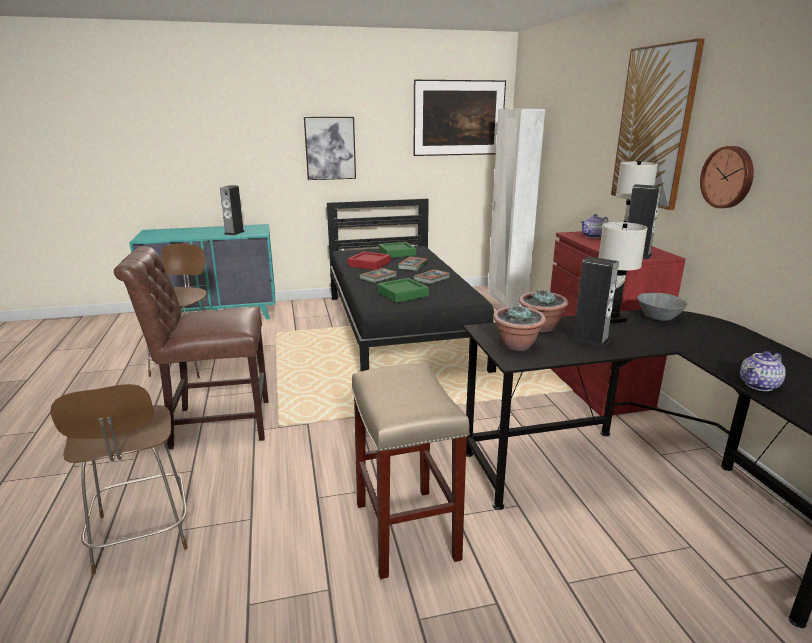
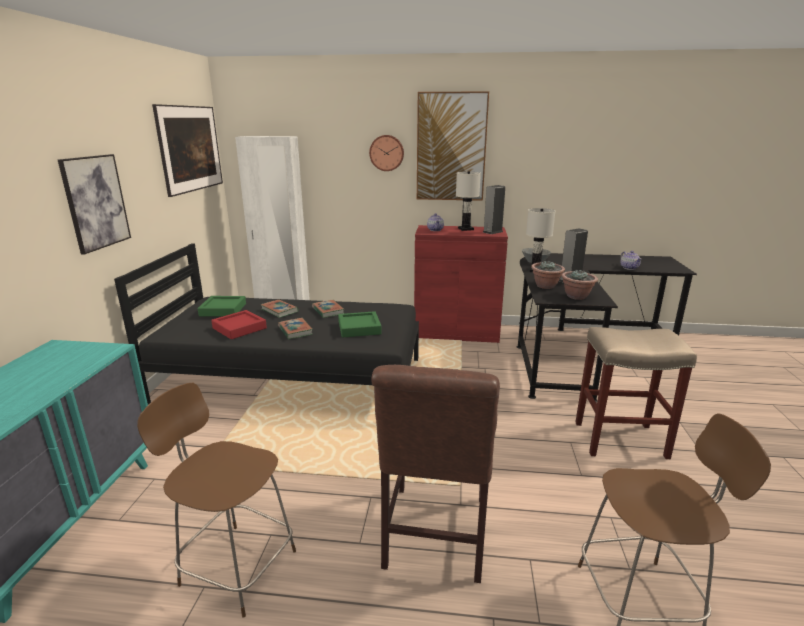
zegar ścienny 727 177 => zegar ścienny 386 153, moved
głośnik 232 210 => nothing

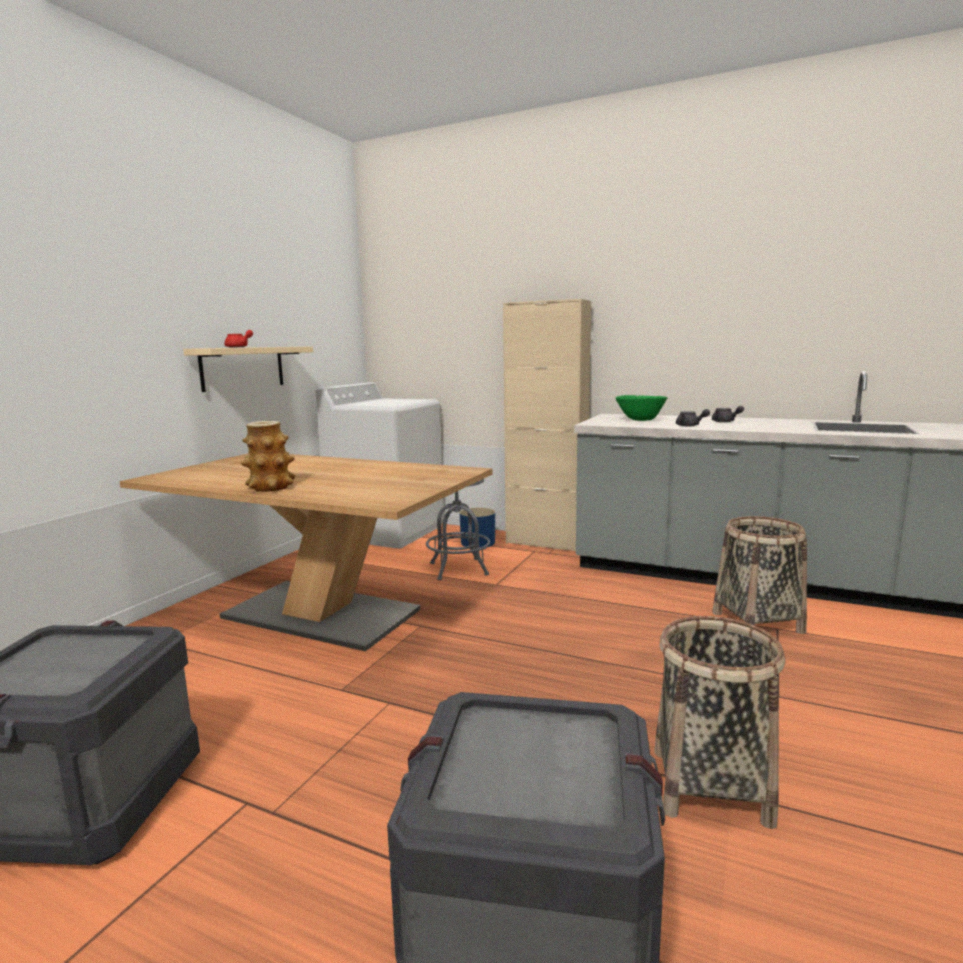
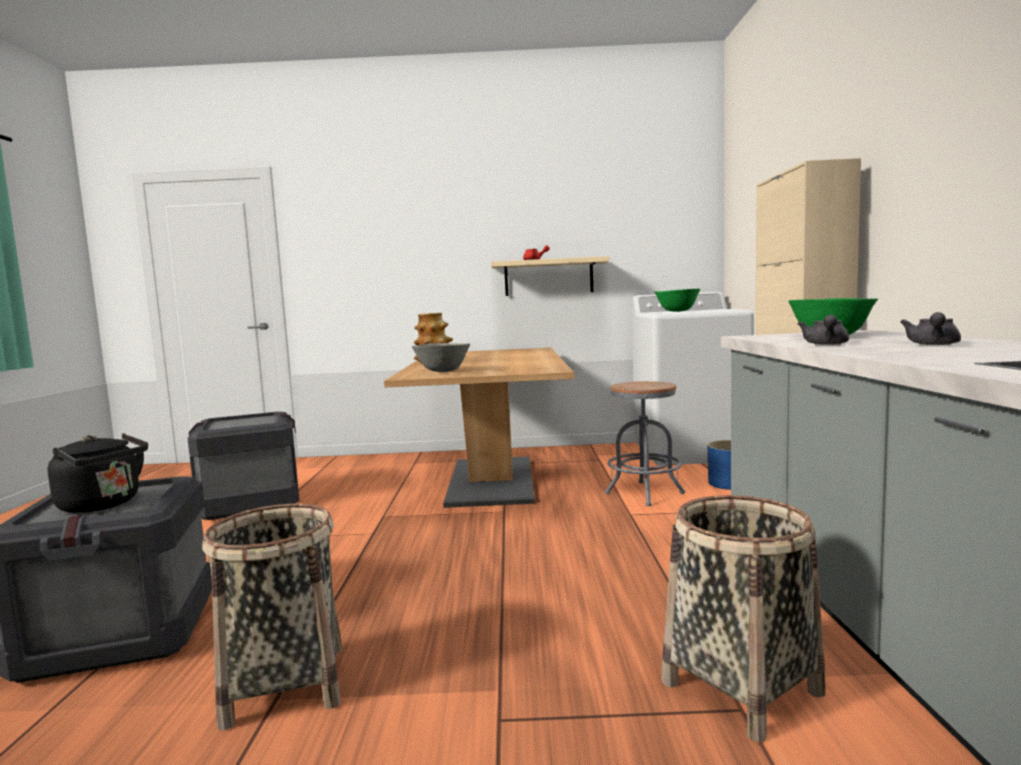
nothing => miska [zielony] 677 300
nothing => miska [szary] 441 357
nothing => czajnik [czarny] 97 473

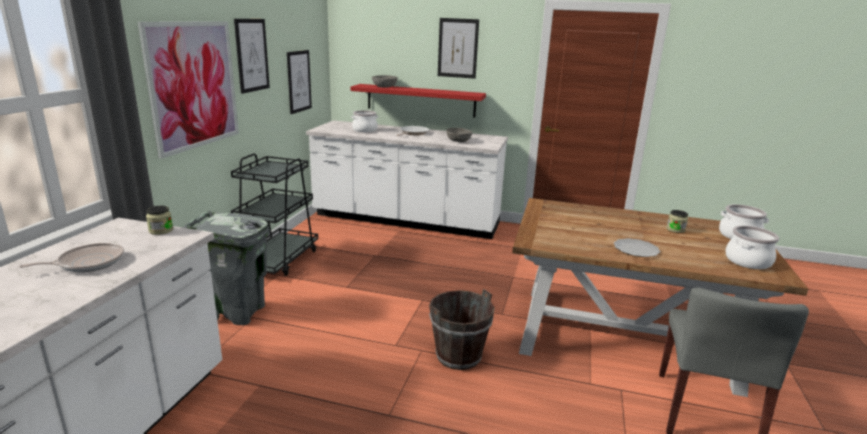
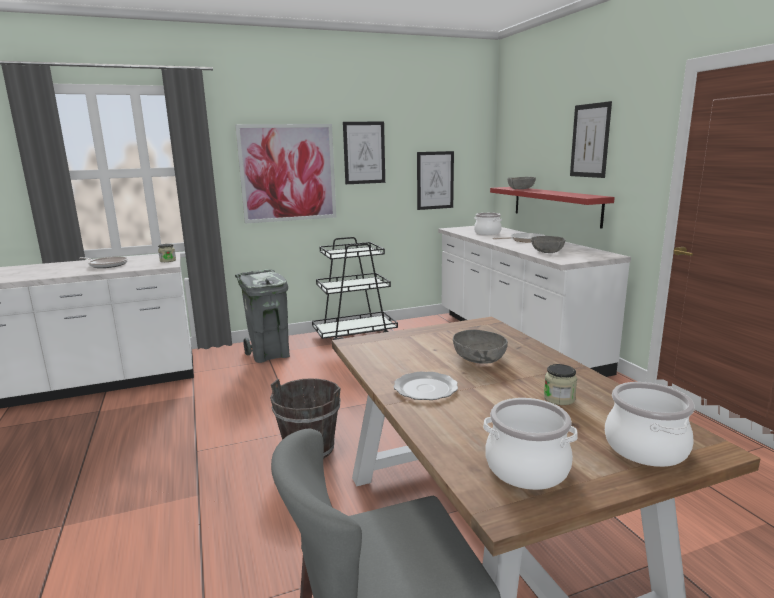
nothing => miska [szary] 480 347

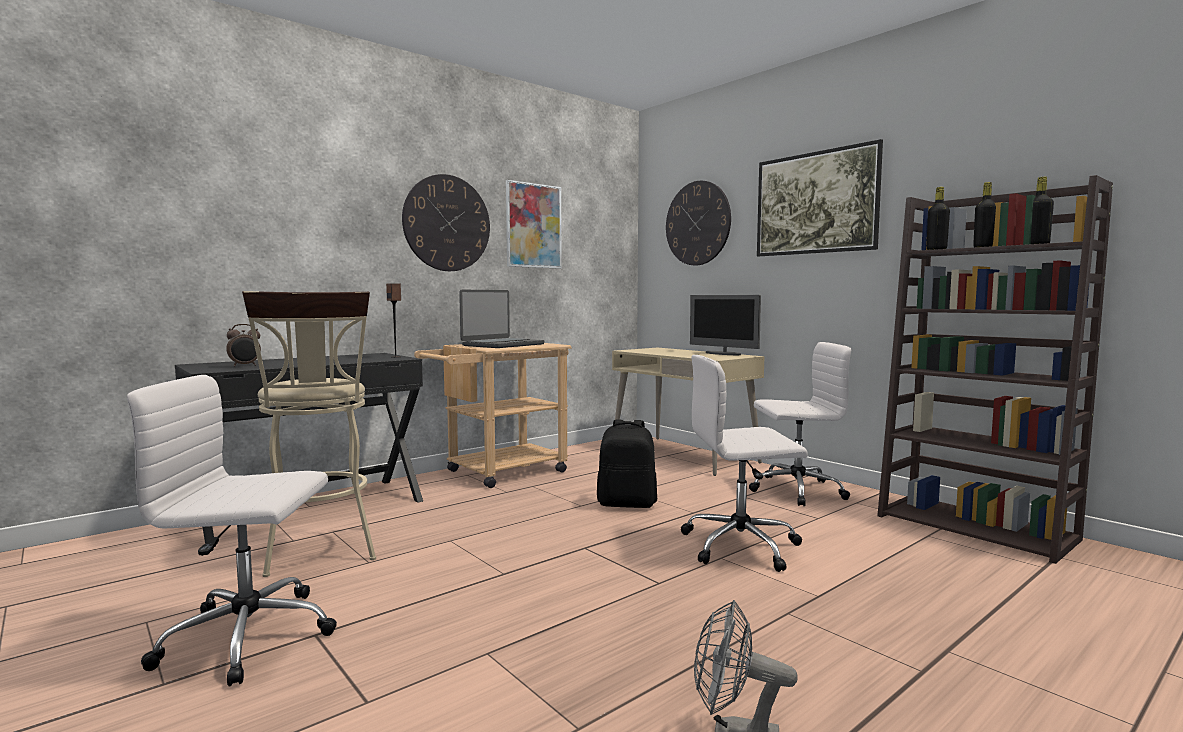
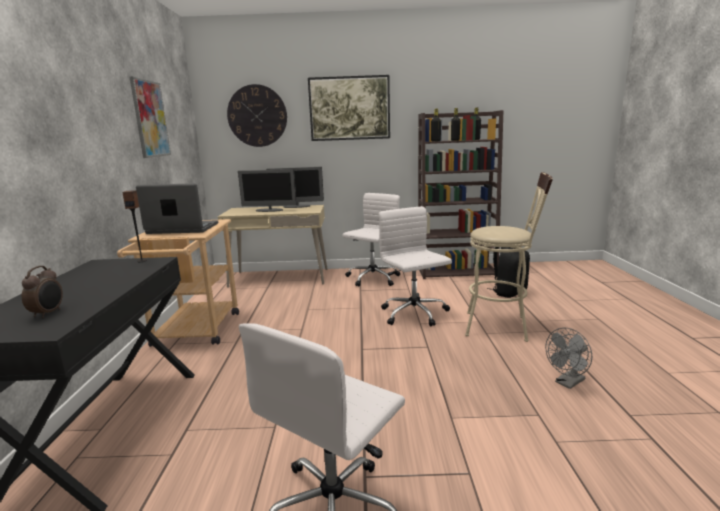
zegar ścienny 446 222 => nothing
laptop 501 319 => laptop 177 208, 75 degrees counterclockwise
stołek [beżowy] 309 434 => stołek [beżowy] 509 257, moved
krzesło biurowe [biały] 744 463 => krzesło biurowe [biały] 415 266, 120 degrees clockwise
plecak [czarny] 627 464 => plecak [czarny] 508 272, moved
nothing => monitor 267 190

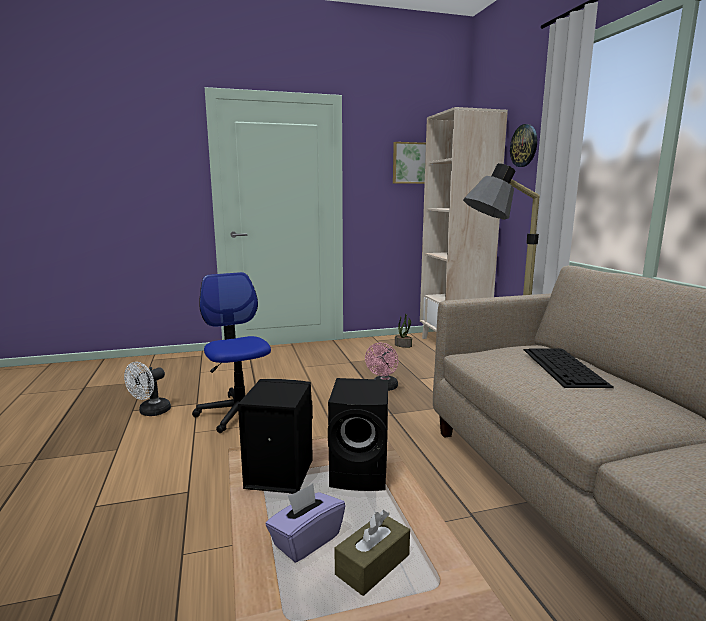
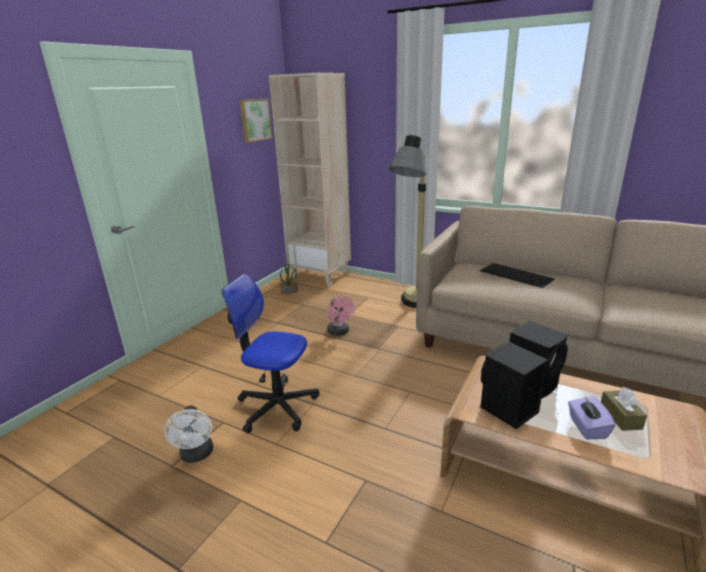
zegar ścienny 523 145 => nothing

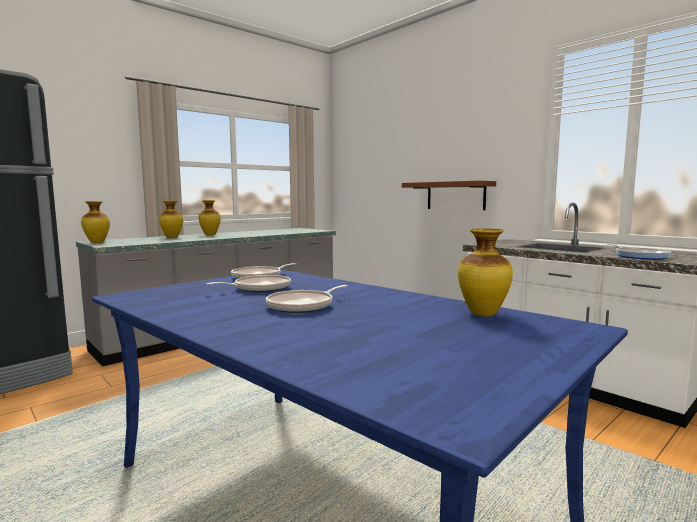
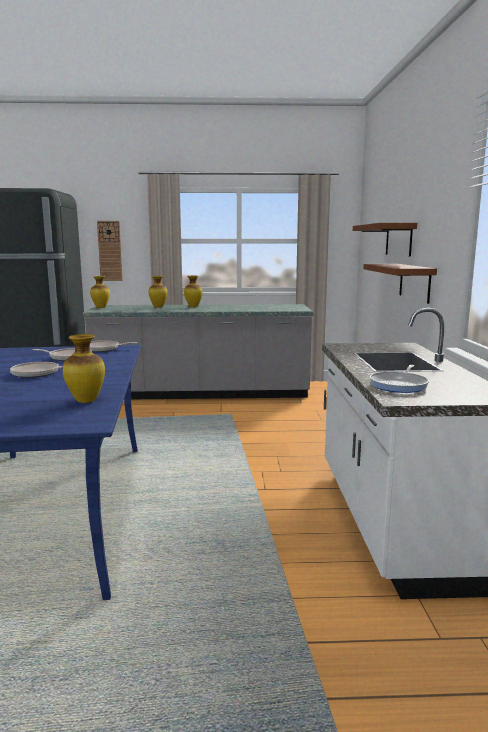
nothing => zegar ścienny 110 251
nothing => półka [brązowy] 385 240

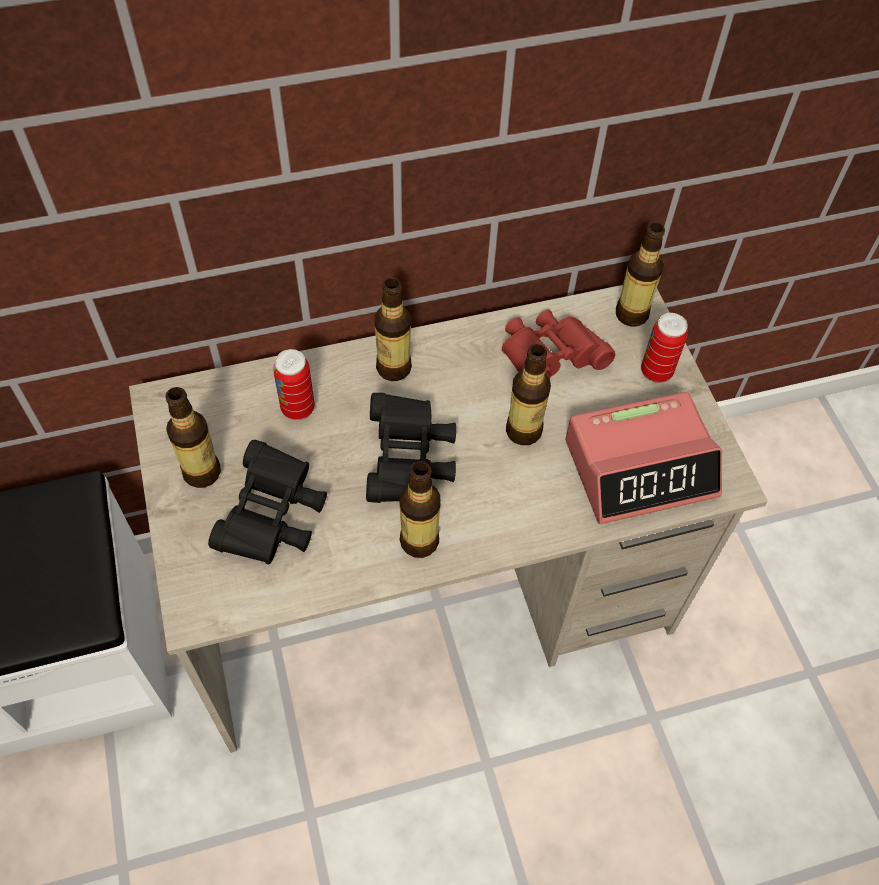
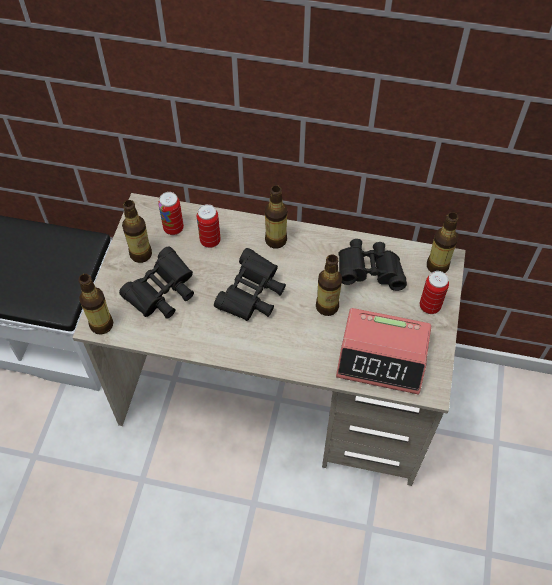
lornetka [czerwony] 558 344 => lornetka [czarny] 372 265
butelka 420 509 => butelka 95 304, moved
nothing => puszka 171 213

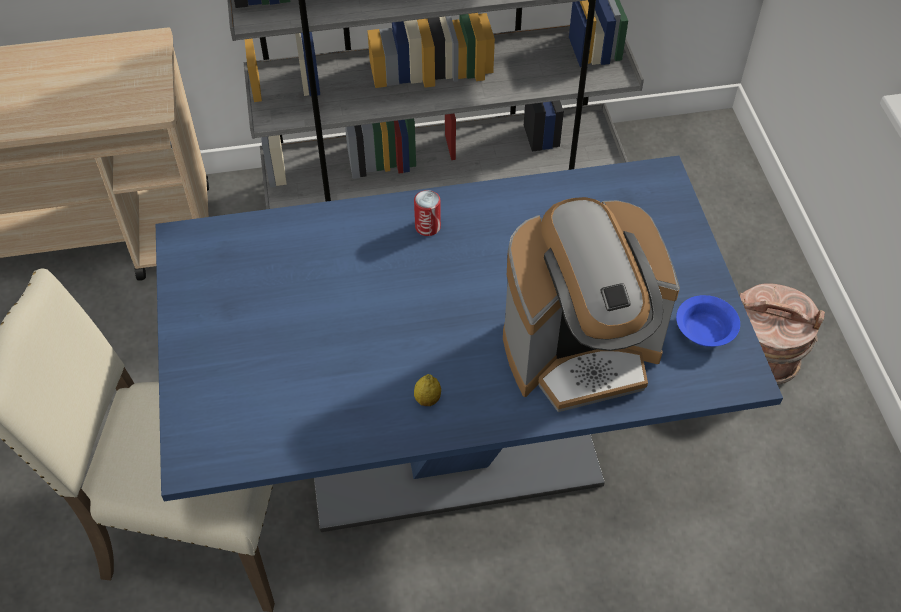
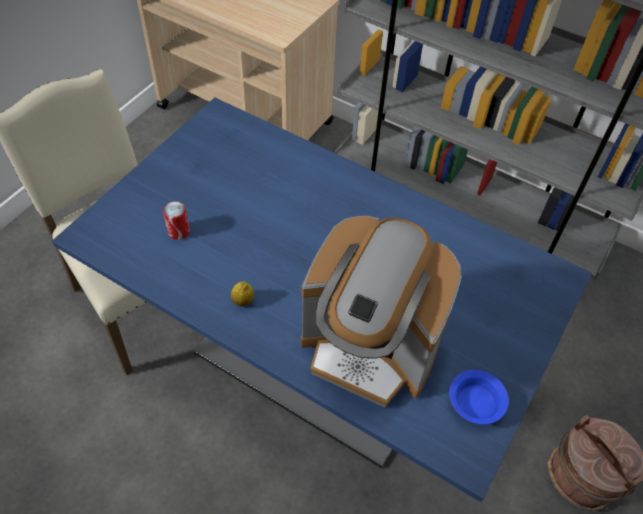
puszka 427 213 => puszka 176 220, moved

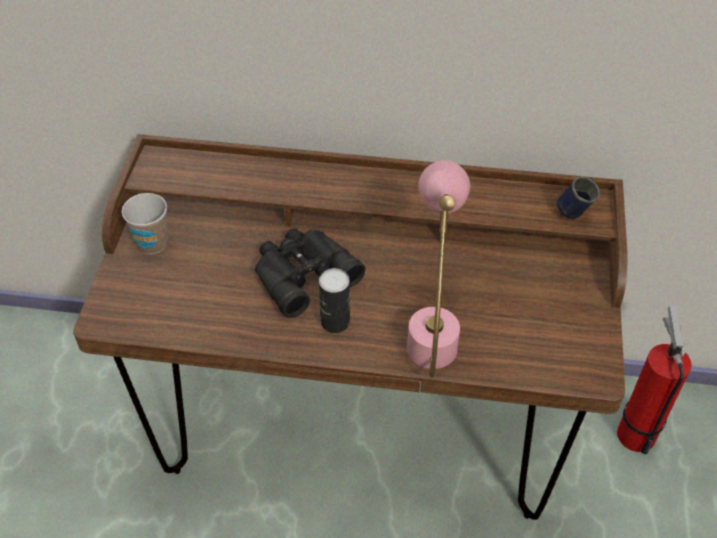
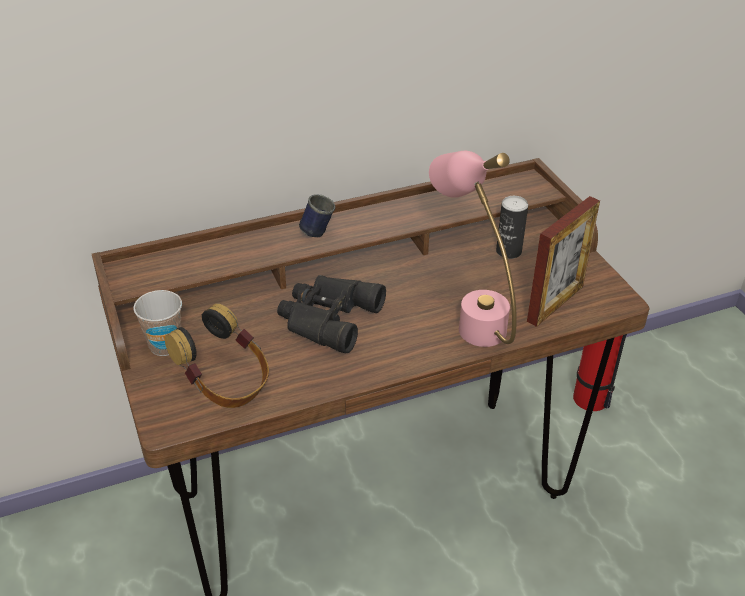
kubek [niebieski] 578 198 => kubek [niebieski] 317 215, moved
puszka 334 300 => puszka 512 227, moved
nothing => ramka na zdjęcie 563 261
nothing => słuchawki 217 355

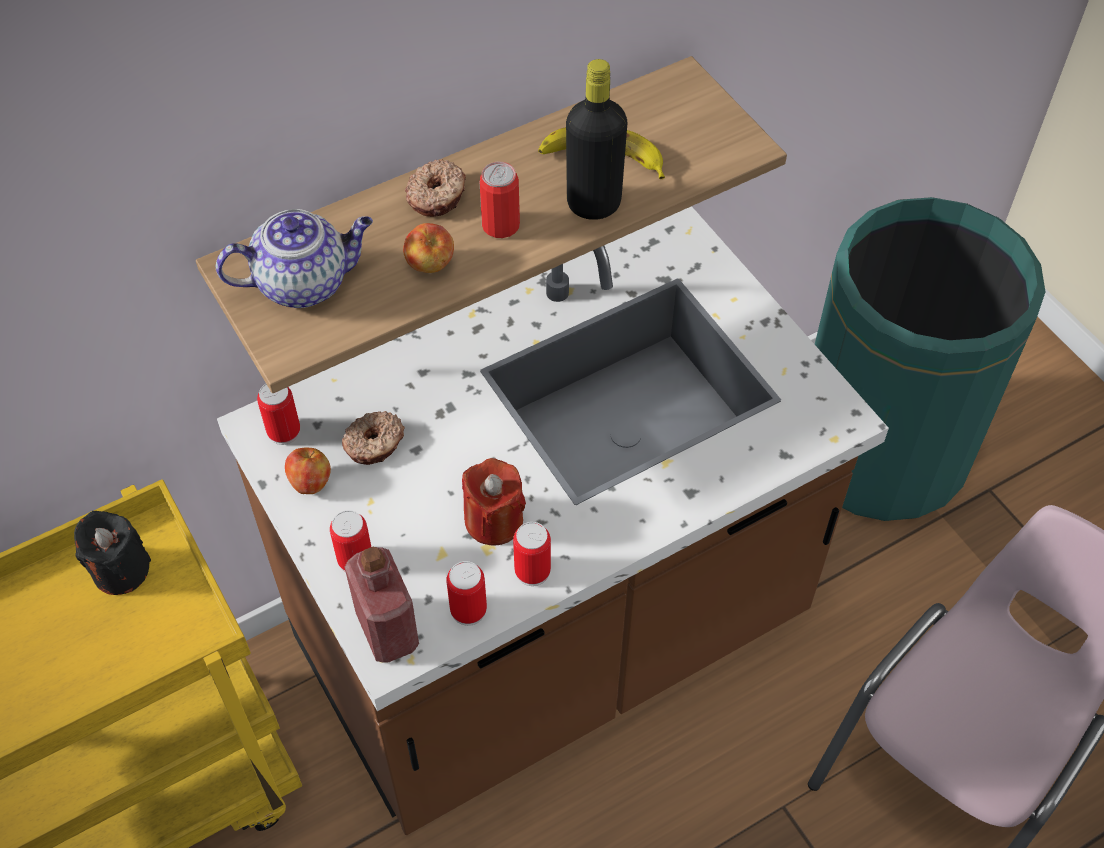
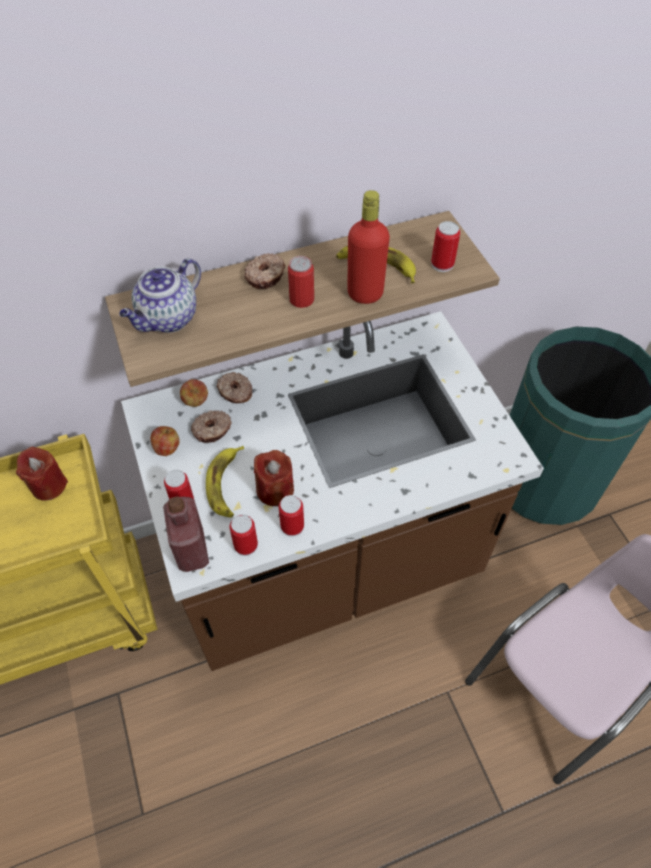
butelka [czarny] 596 139 => butelka [czerwony] 368 247
imbryk 294 258 => imbryk 160 295, 135 degrees clockwise
jabłko 428 248 => jabłko 194 393, moved
puszka 278 414 => puszka 445 246, moved
świeca [czarny] 112 553 => świeca [czerwony] 42 474
nothing => donut 234 387
nothing => banan 225 482

